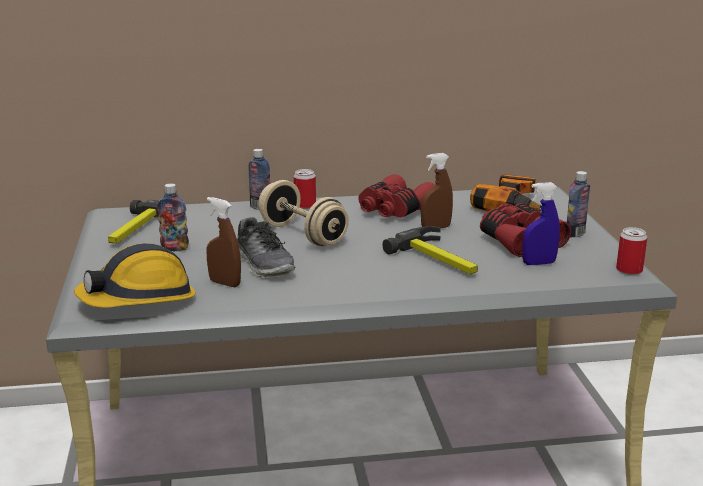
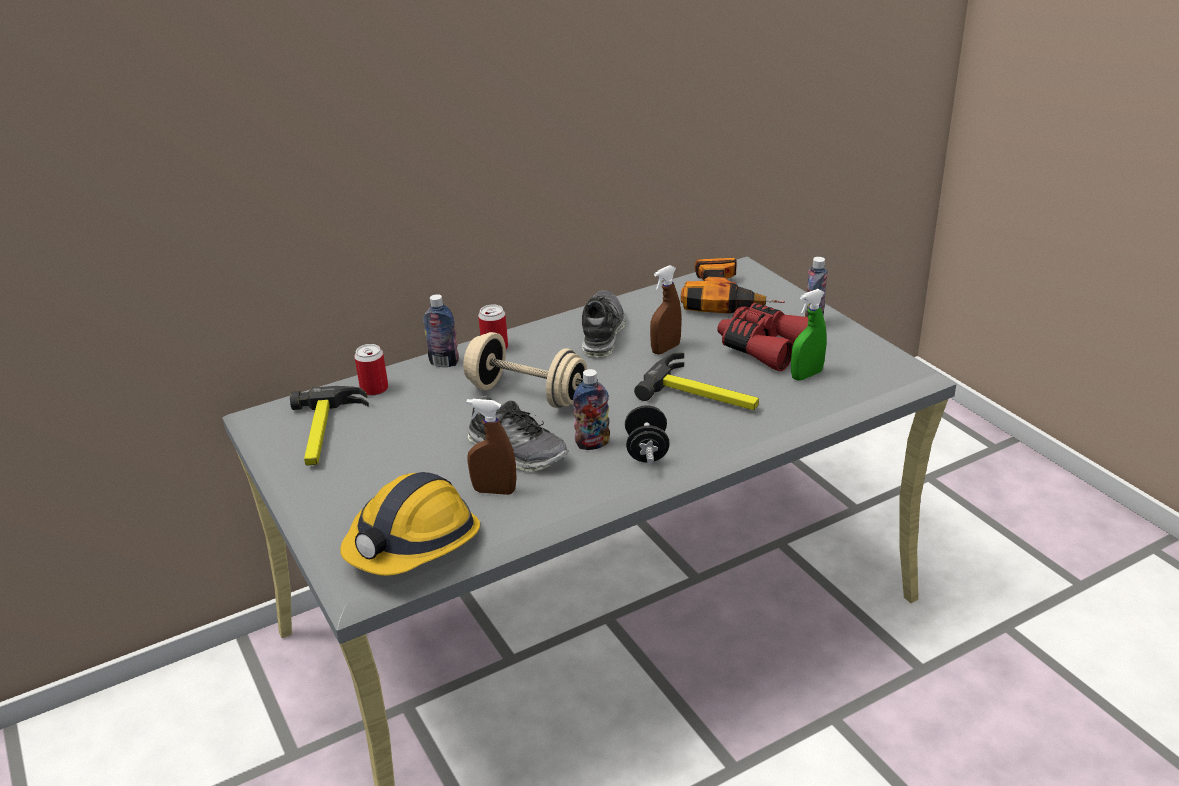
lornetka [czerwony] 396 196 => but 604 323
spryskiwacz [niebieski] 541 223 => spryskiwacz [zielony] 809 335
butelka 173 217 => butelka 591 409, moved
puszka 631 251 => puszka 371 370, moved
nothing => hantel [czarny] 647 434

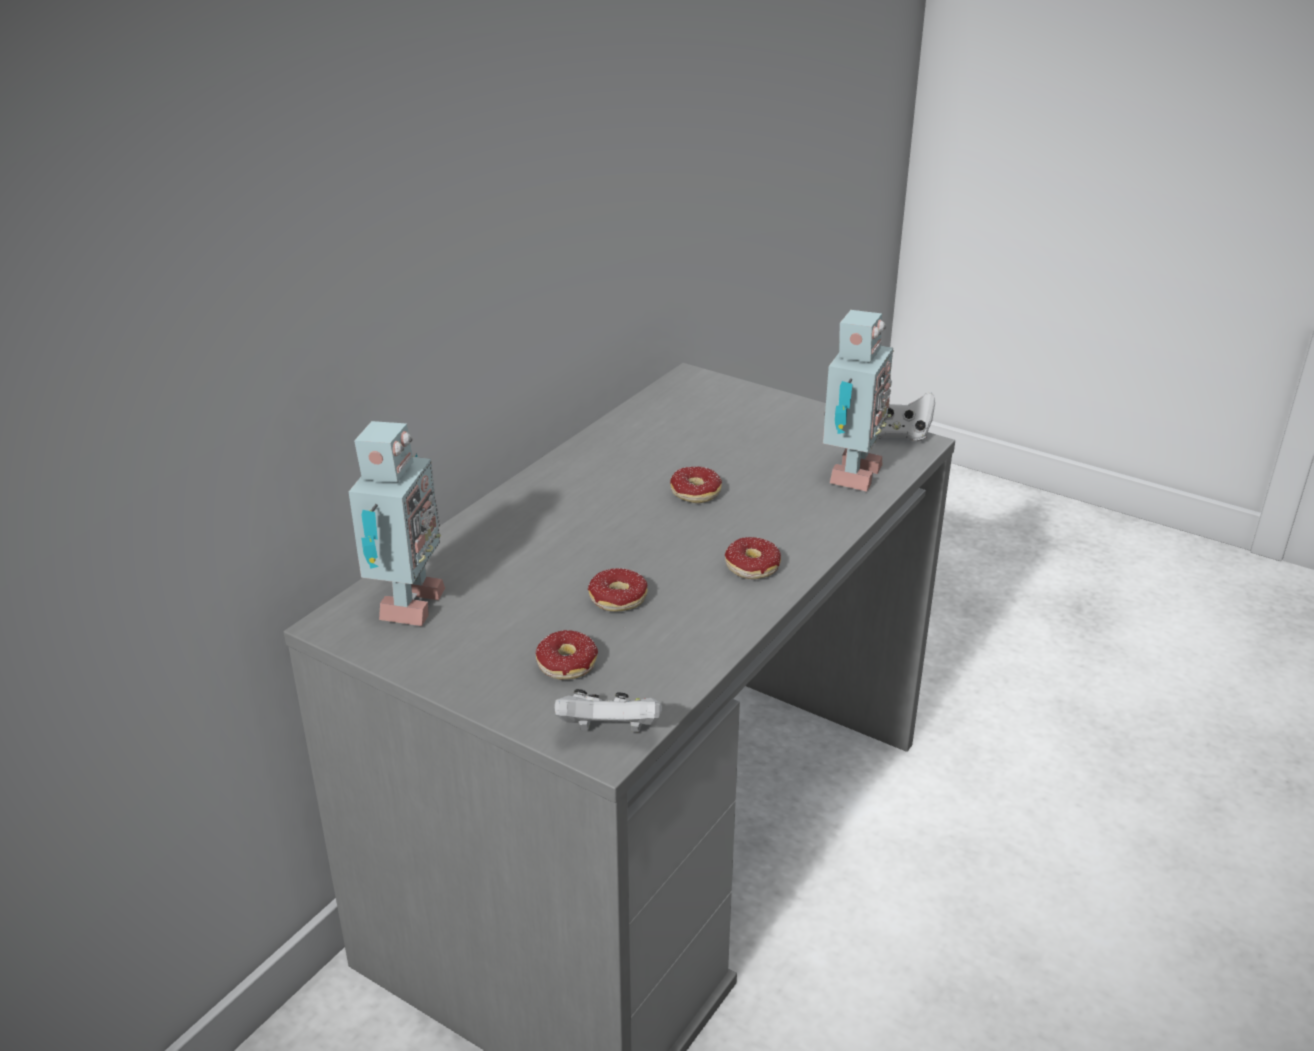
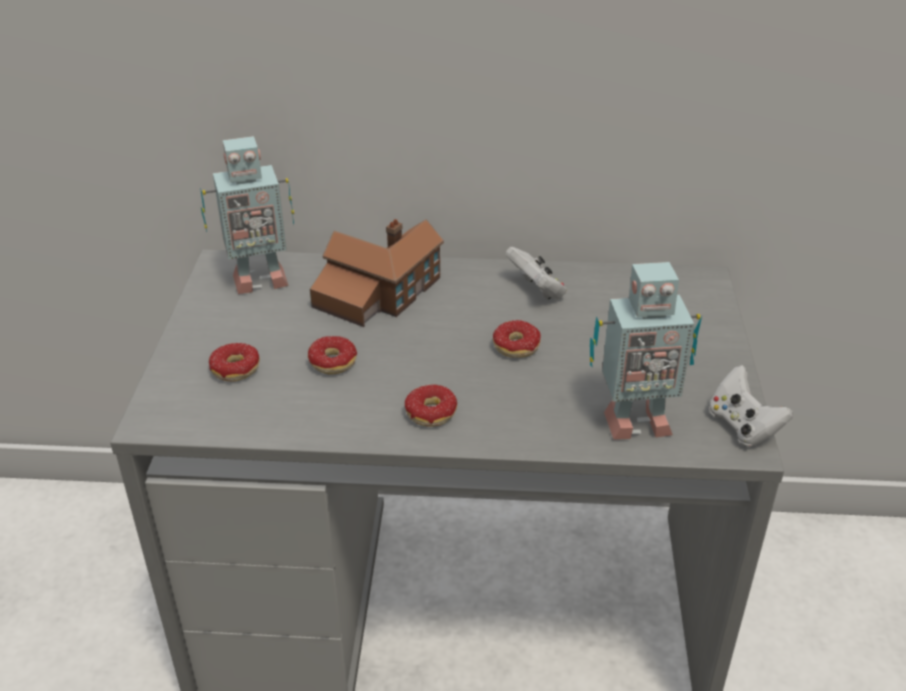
pad do gier [biały] 608 710 => pad do gier [biały] 535 273, moved
nothing => domek 377 273

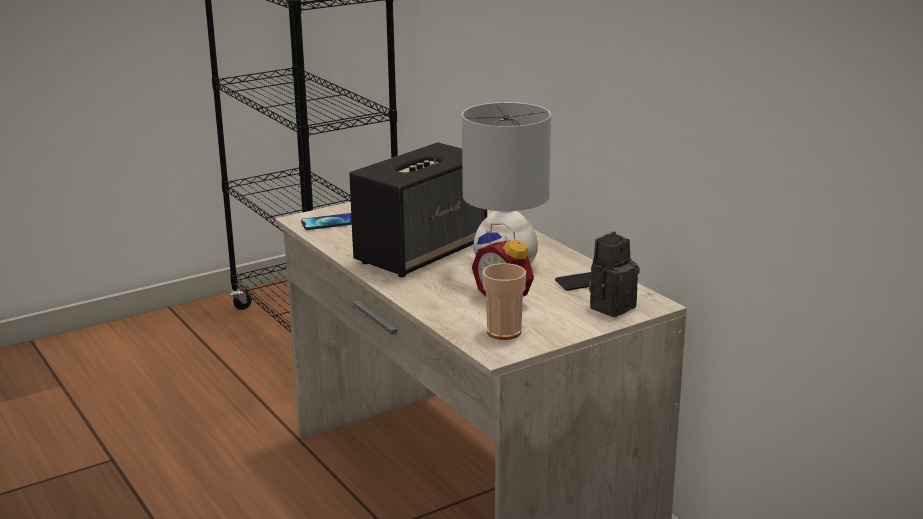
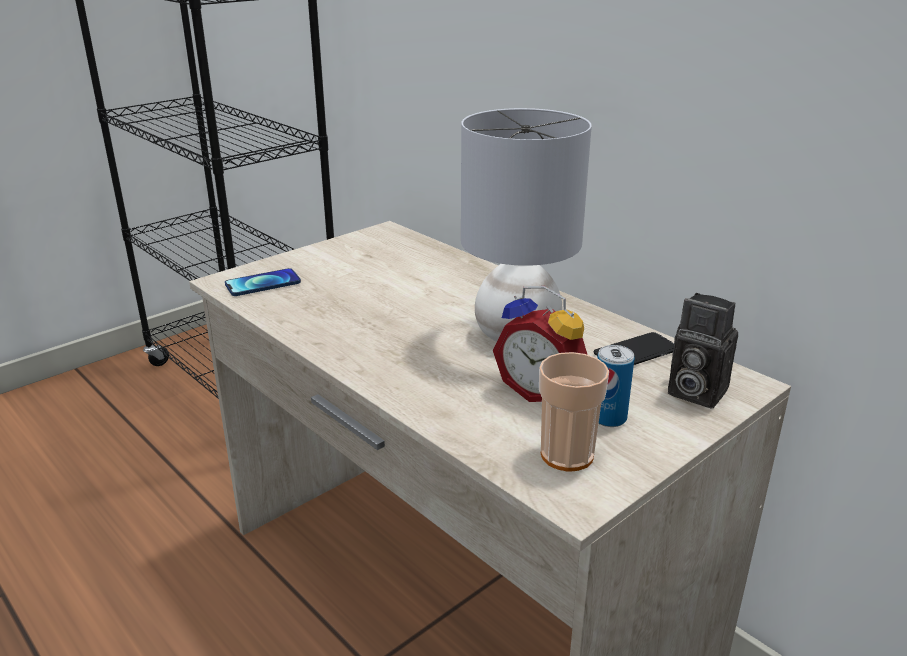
głośnik 418 209 => nothing
aparat fotograficzny 614 274 => aparat fotograficzny 703 350, 90 degrees counterclockwise
nothing => puszka 616 386

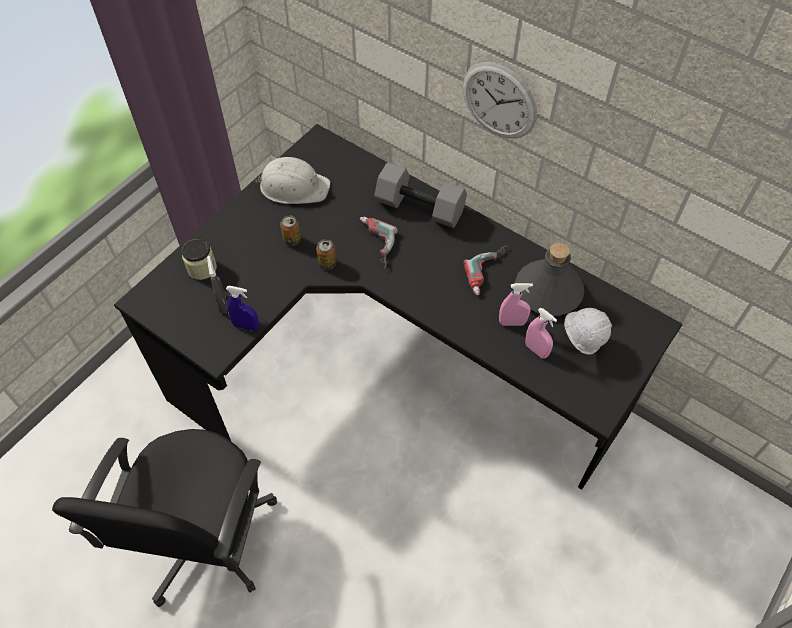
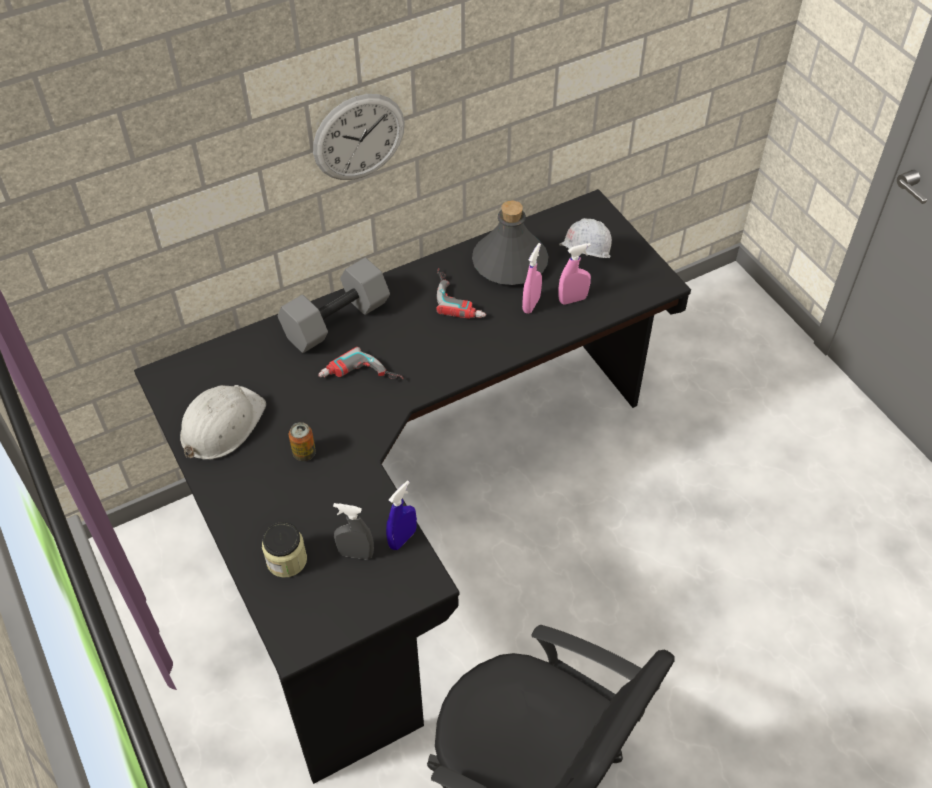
puszka 326 254 => nothing

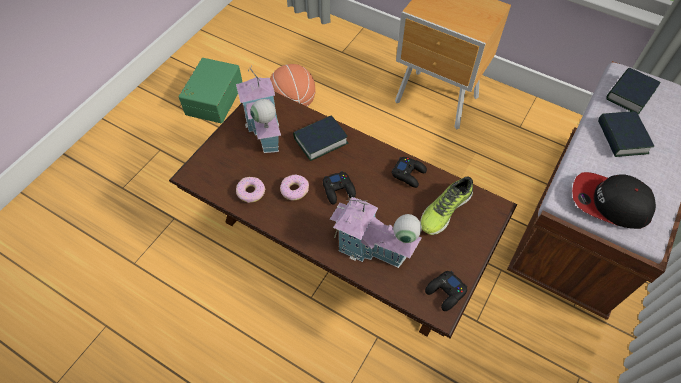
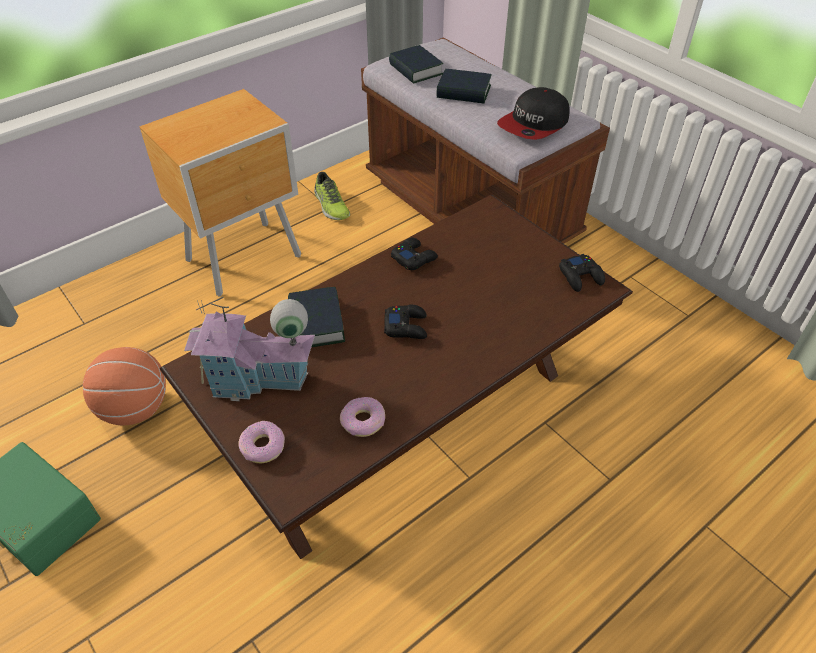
donut 294 187 => donut 261 442, moved
but 446 206 => but 332 196, moved
domek 376 231 => nothing

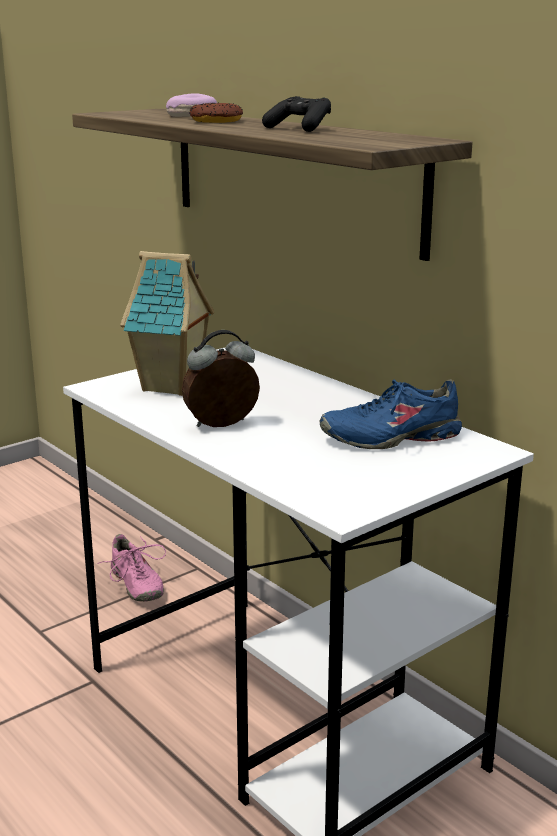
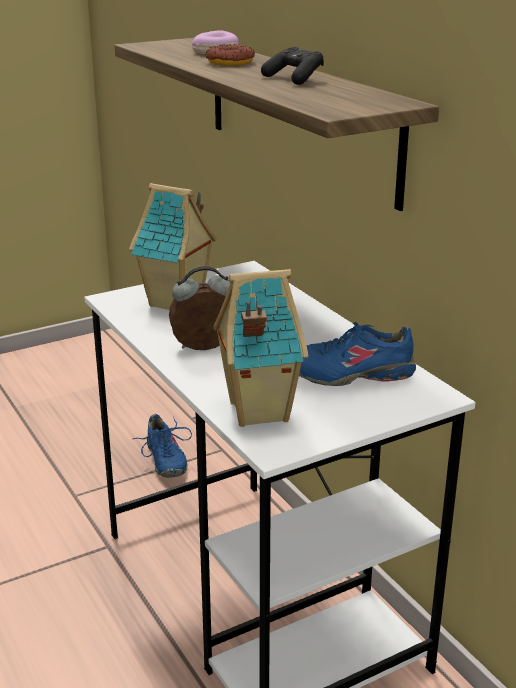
but [różowy] 131 568 => but [niebieski] 162 446
nothing => domek 260 348

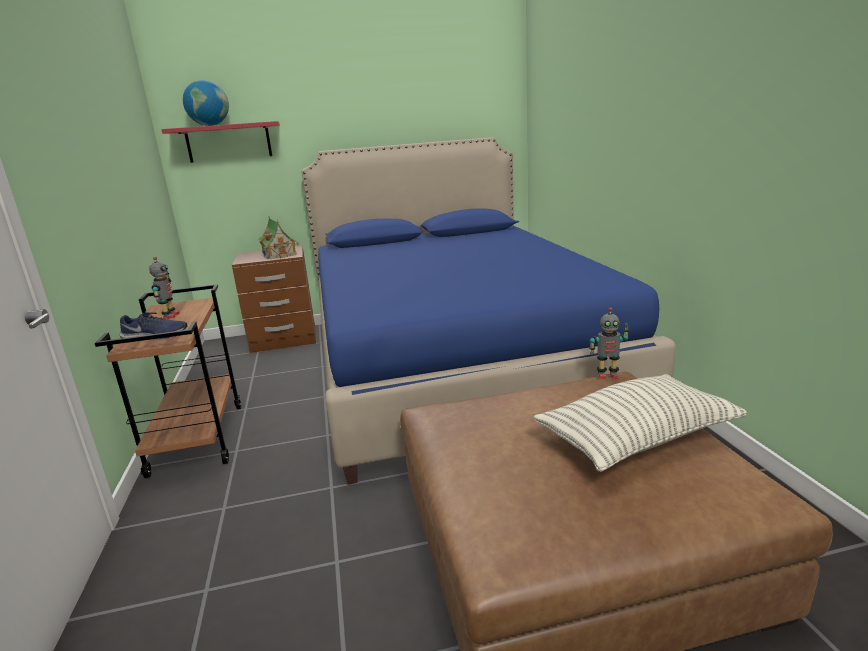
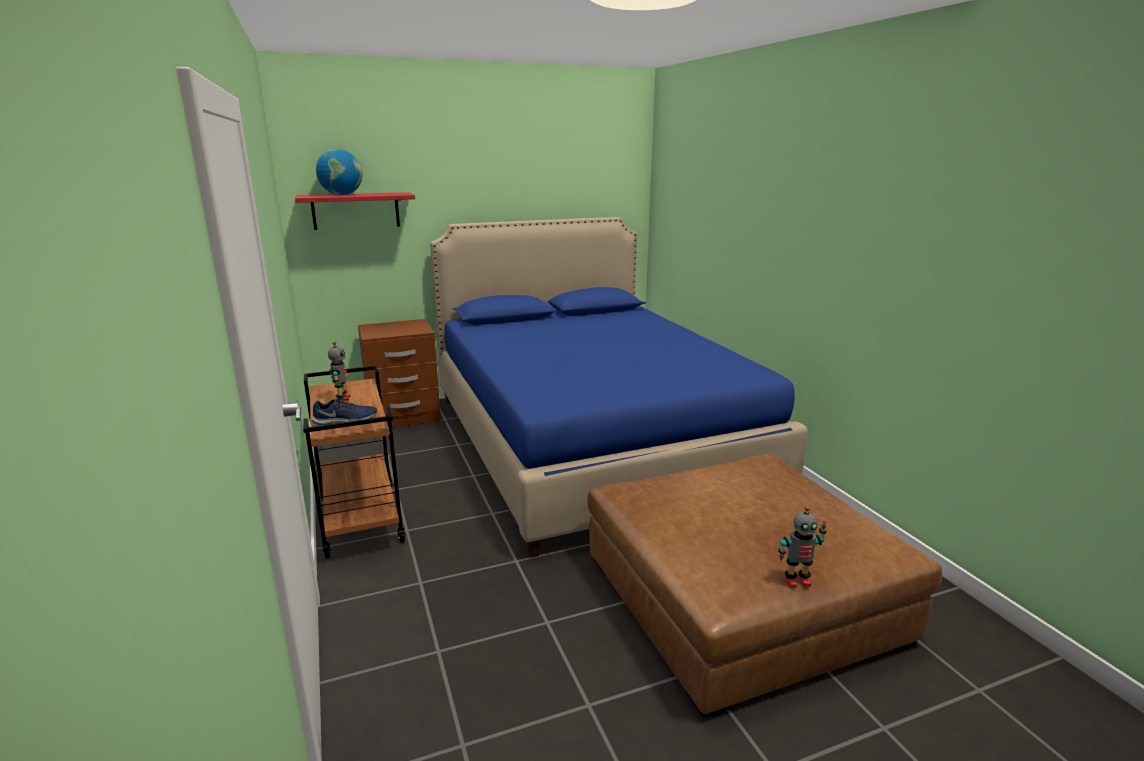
domek 278 238 => nothing
robot zabawkowy 609 343 => robot zabawkowy 802 546, moved
poduszka 640 423 => nothing

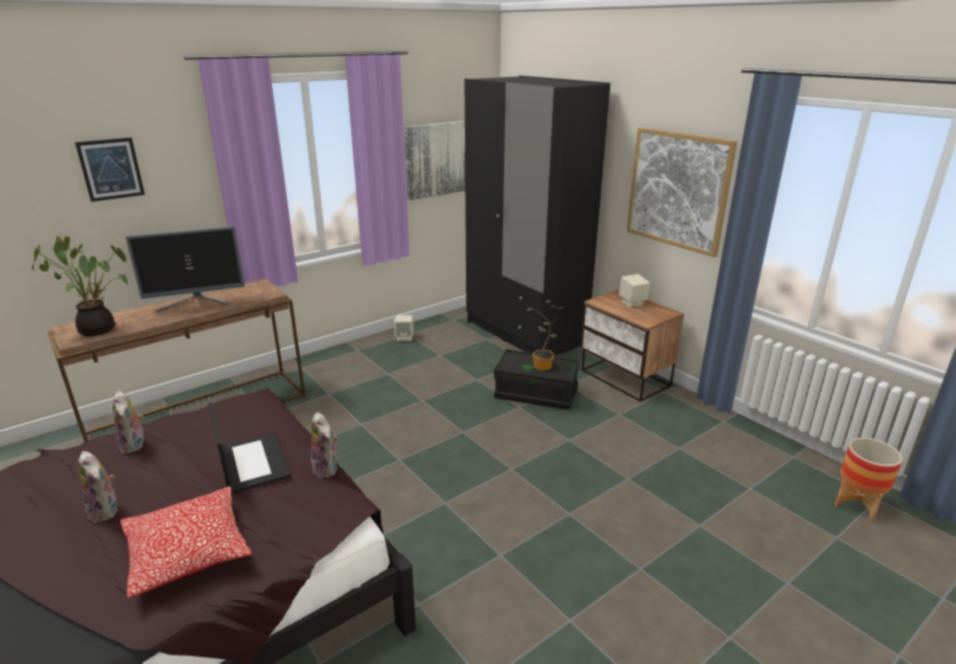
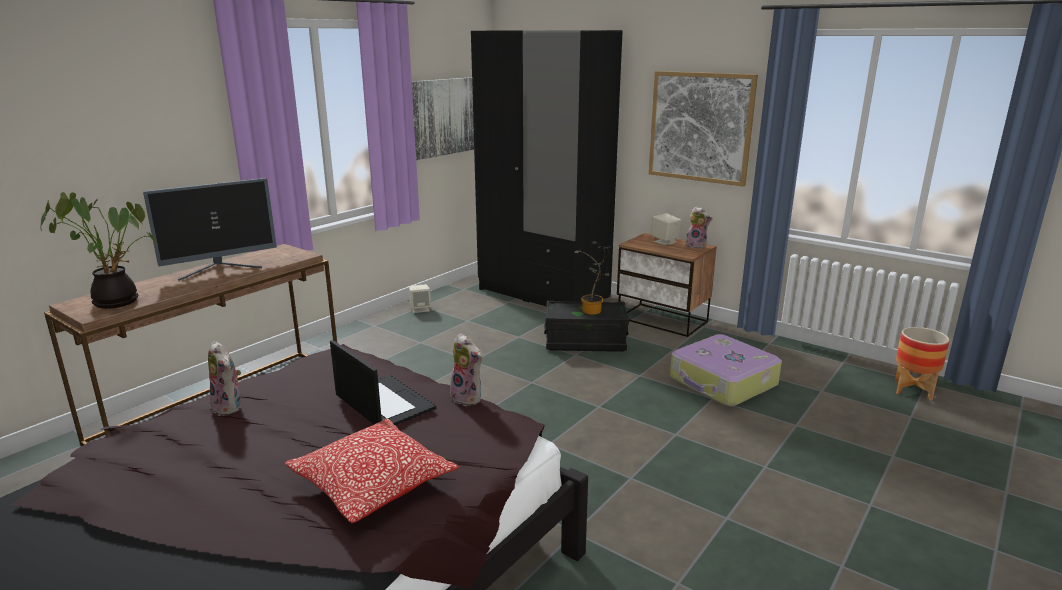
obraz 110 170 => nothing
pluszak 98 487 => pluszak 699 227, moved
nothing => walizka 726 370

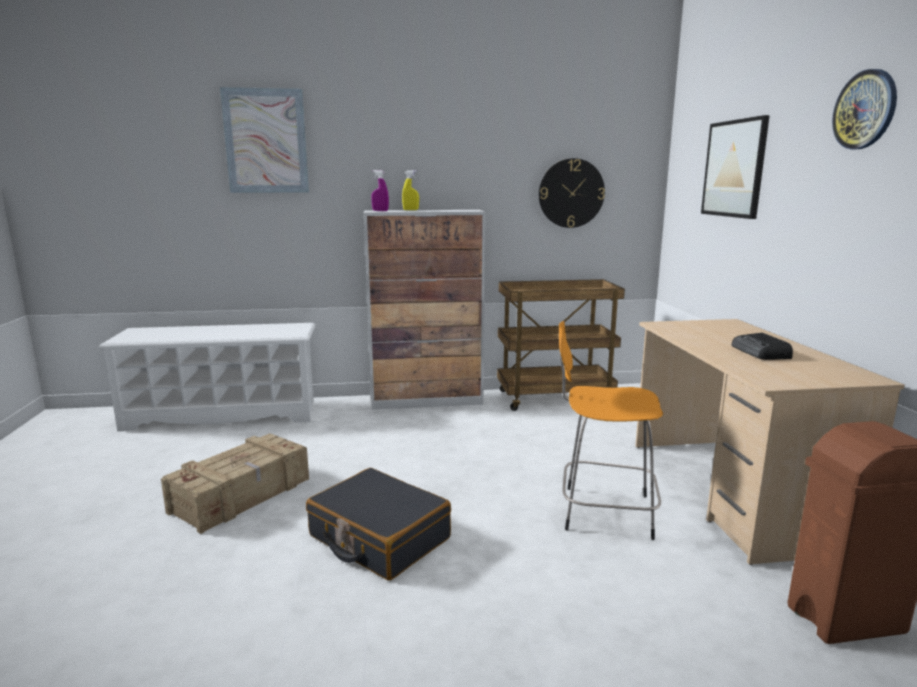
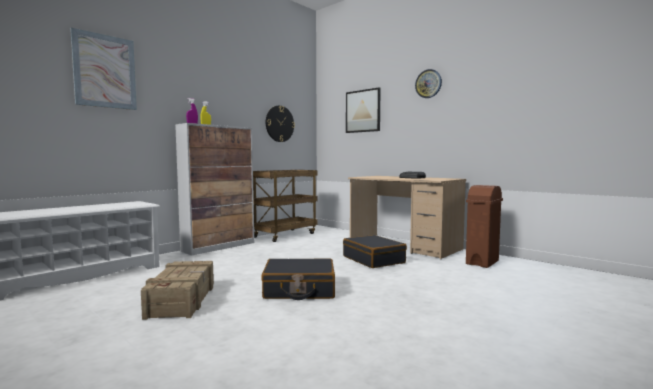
stołek [pomarańczowy] 611 430 => walizka [czarny] 375 251

